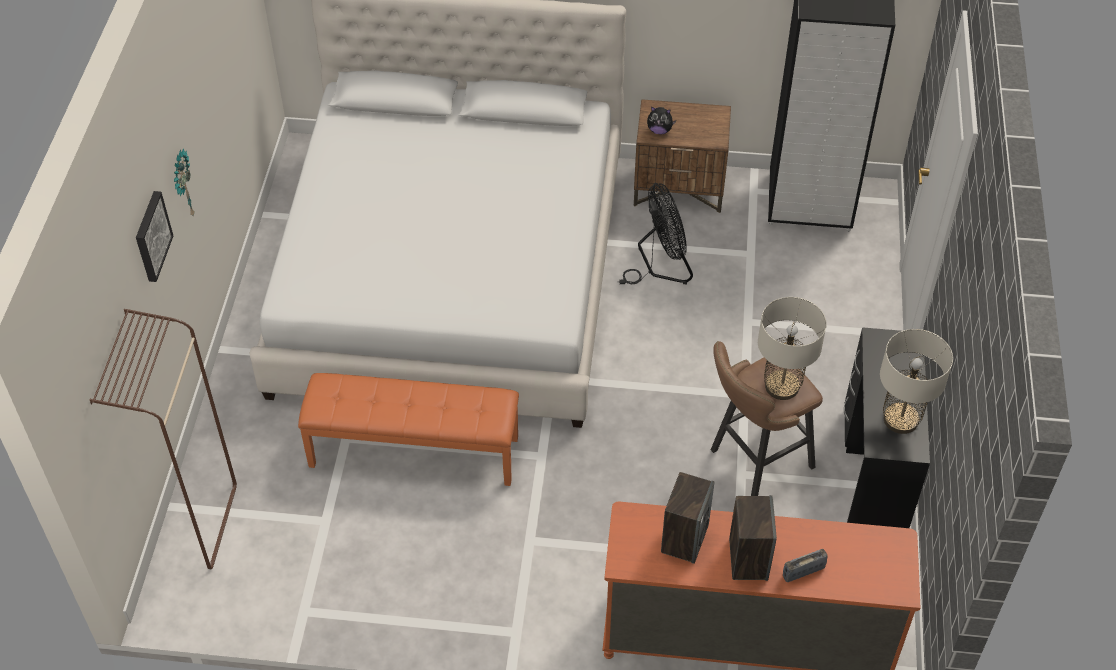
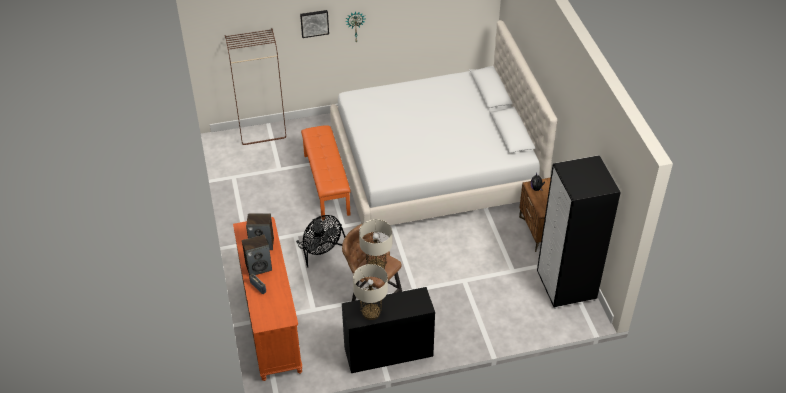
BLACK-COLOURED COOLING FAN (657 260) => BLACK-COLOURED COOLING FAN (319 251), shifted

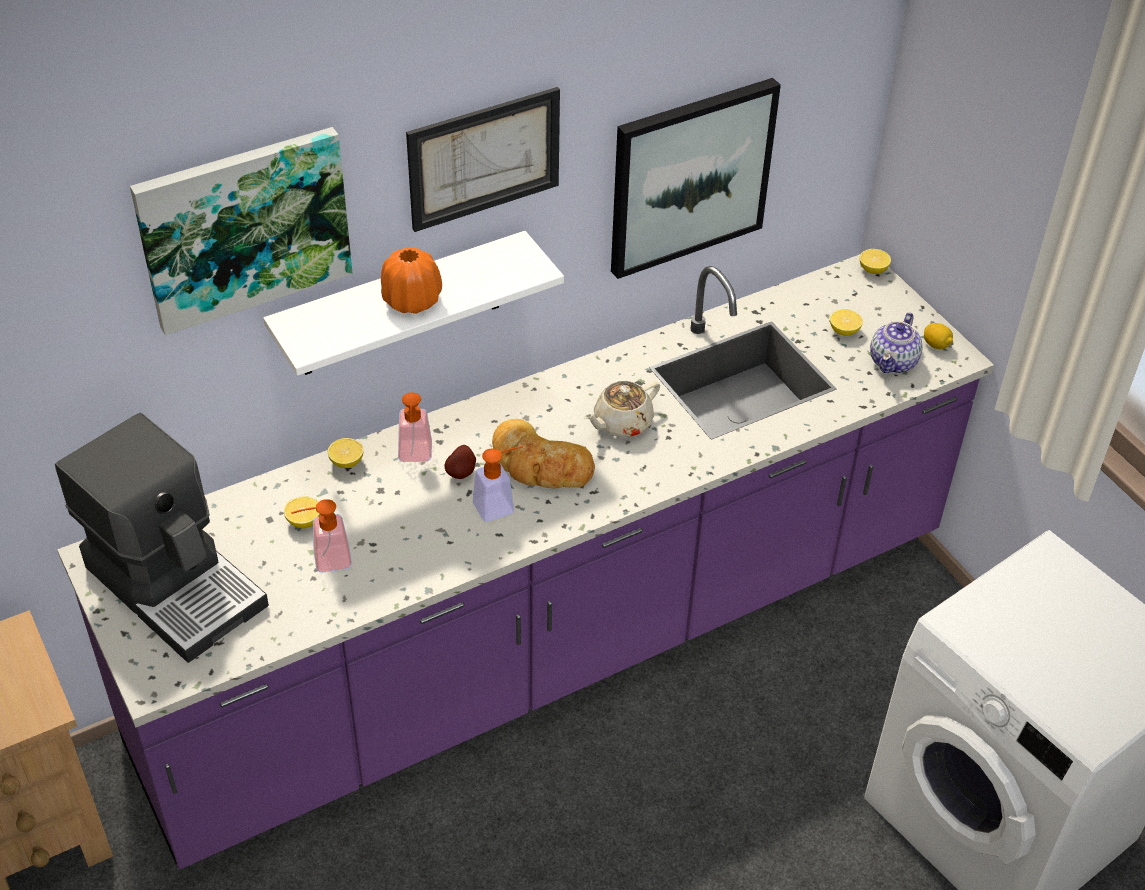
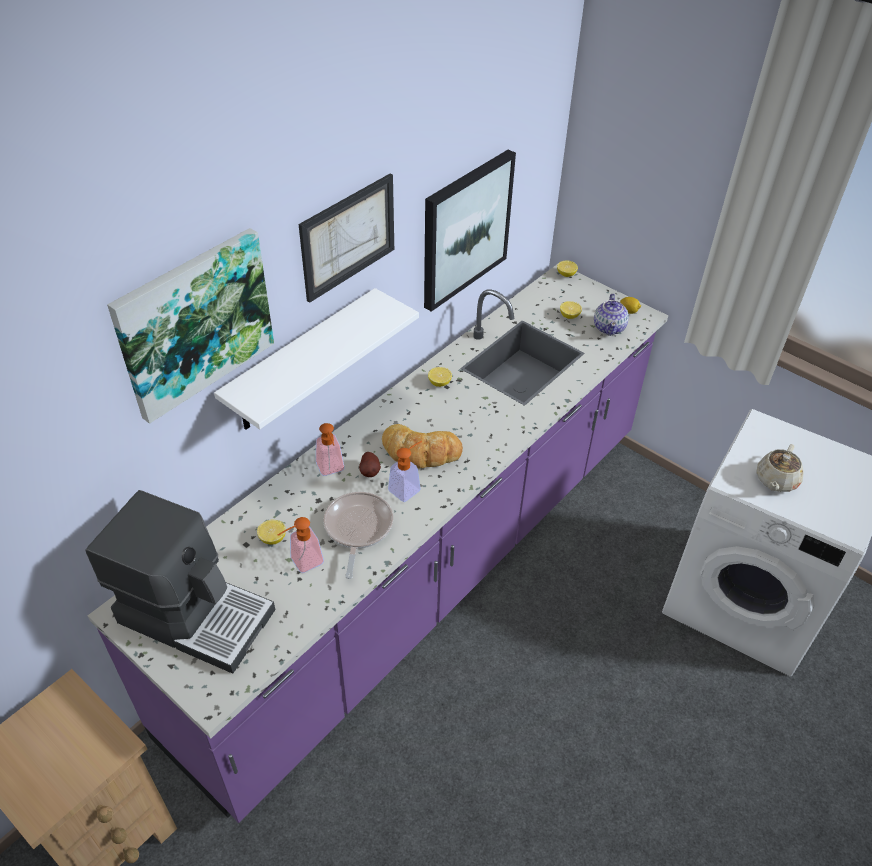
CITRUS FRUIT (346 462) => CITRUS FRUIT (439 383), shifted
ORANGE-COLOURED DECORATIVE VASE (412 301) => nothing
SAND-COLOURED TEAPOT (621 423) => SAND-COLOURED TEAPOT (776 480), shifted
nothing => SKILLET (357 529)

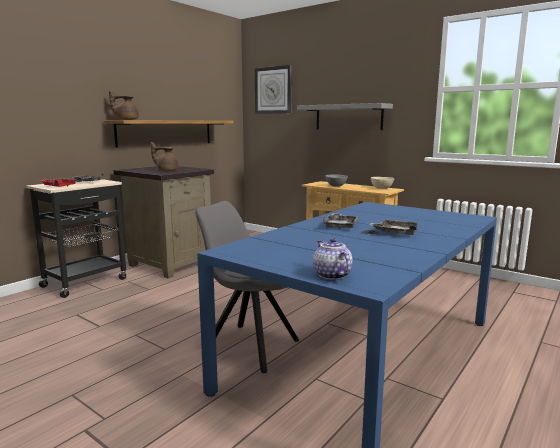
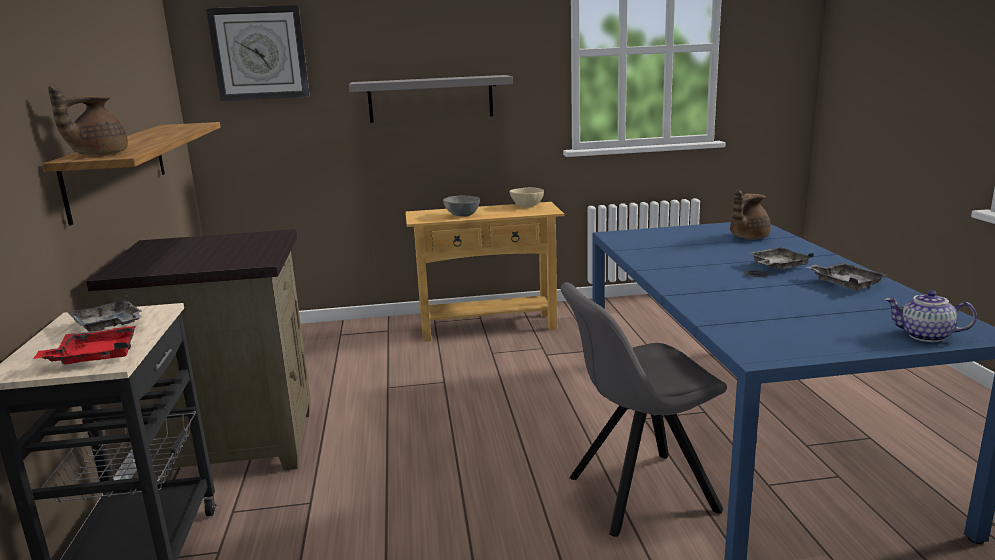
BROWN-COLOURED TEAPOT (166 170) => BROWN-COLOURED TEAPOT (747 237), shifted
GRAY SERVING TRAY (341 226) => GRAY SERVING TRAY (845 284), shifted

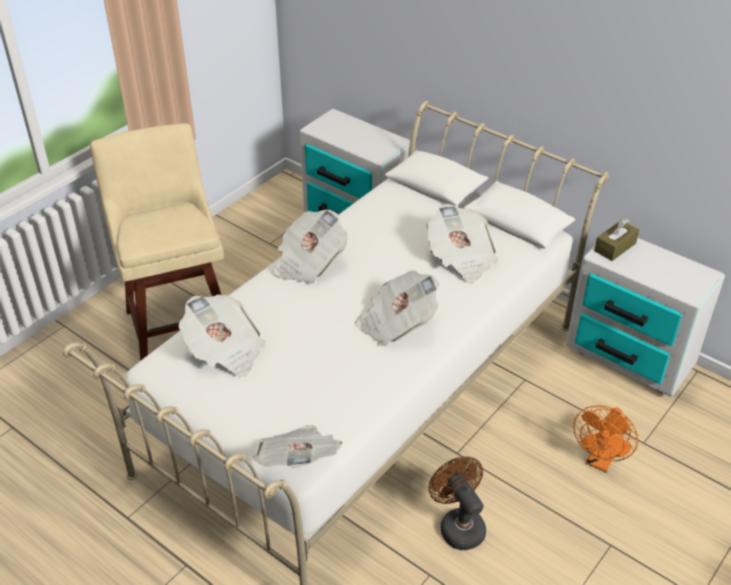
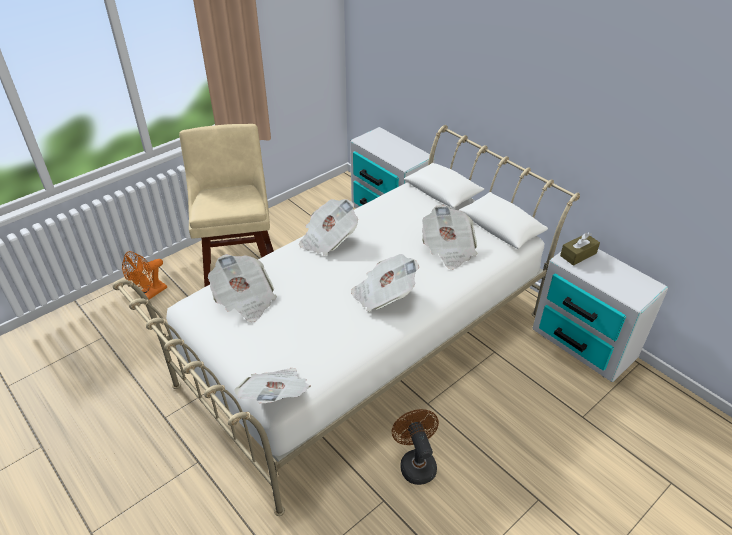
ORANGE-COLOURED COOLING FAN (600 461) => ORANGE-COLOURED COOLING FAN (150 294), shifted

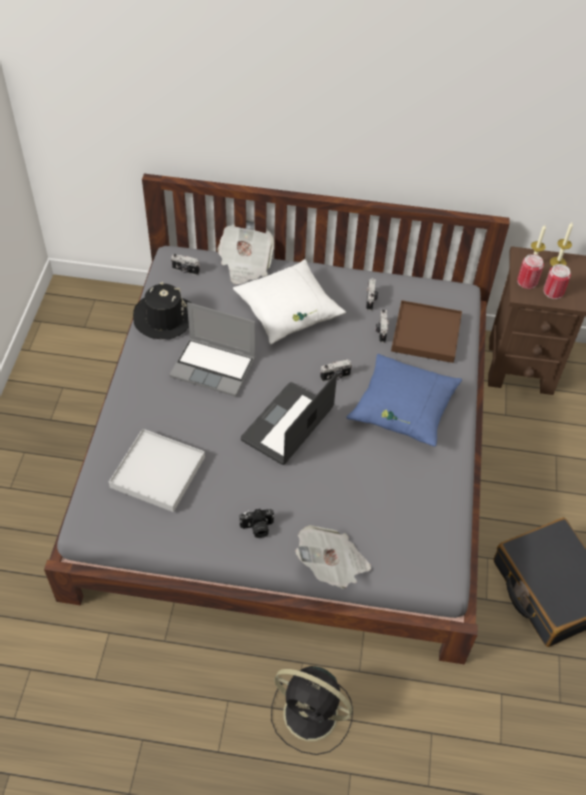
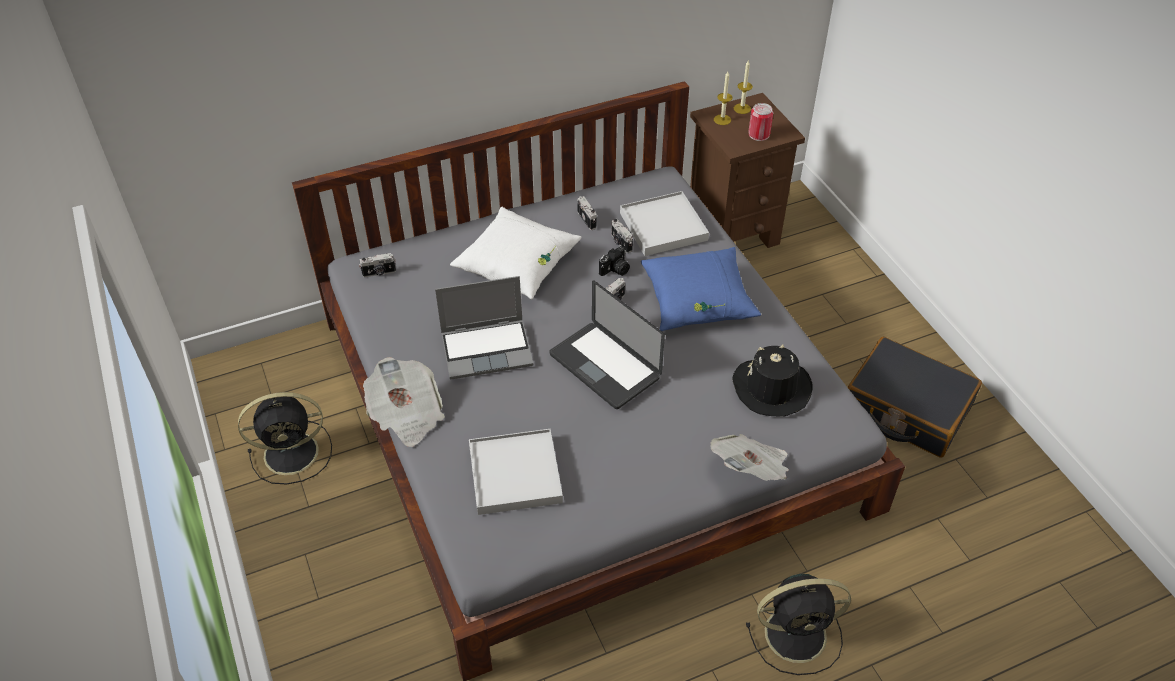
BLACK-COLOURED HAT (164 318) => BLACK-COLOURED HAT (771 388), shifted
NEWSPAPER (245 264) => NEWSPAPER (406 415), shifted
PHOTO CAMERA (257 528) => PHOTO CAMERA (615 270), shifted
NOTEBOOK COMPUTER (287 424) => NOTEBOOK COMPUTER (604 366), 45 degrees counterclockwise
BROWN-COLOURED SERVING TRAY (426 334) => WHITISH SERVING TRAY (663 226)
METAL CAN (527 281) => nothing
nothing => BLACK-COLOURED COOLING FAN (294 452)

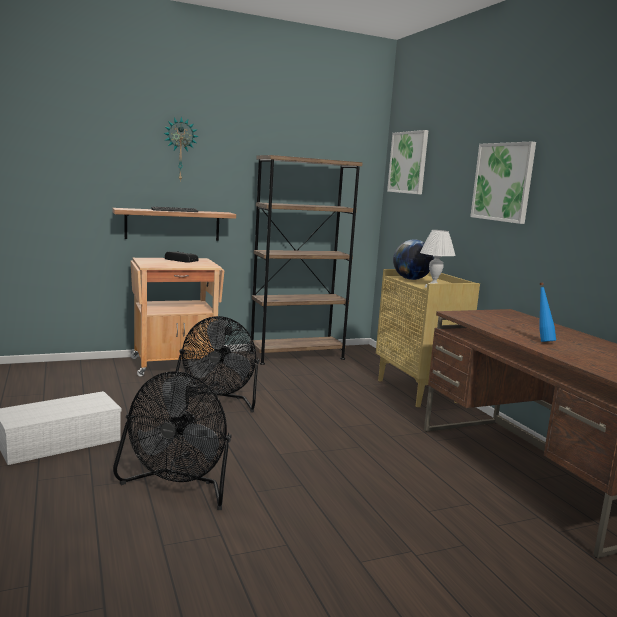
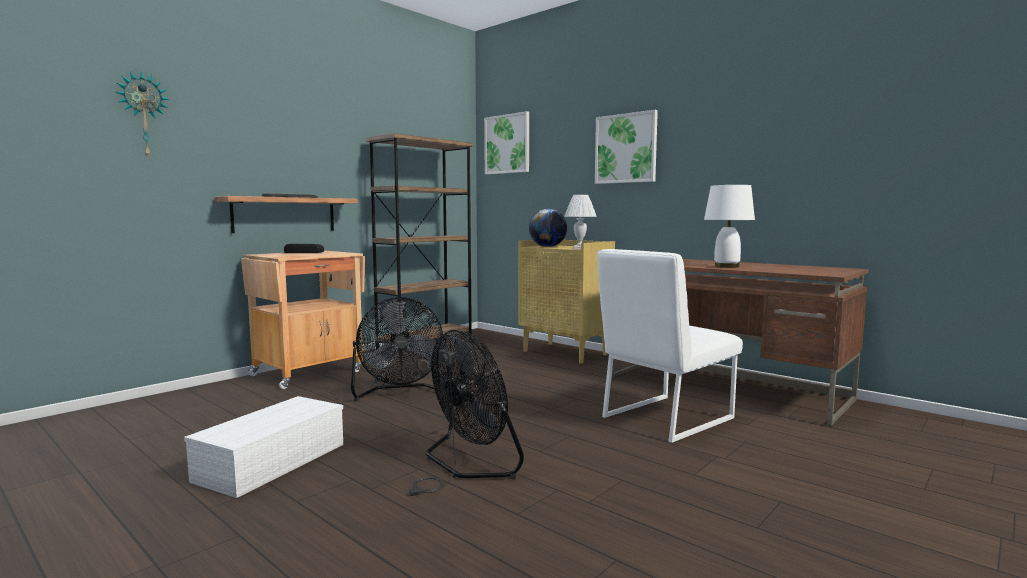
BLACK-COLOURED COOLING FAN (178 484) => BLACK-COLOURED COOLING FAN (459 464), 120 degrees counterclockwise
WALL CLOCK (180 149) => WALL CLOCK (143 115), shifted
BLUISH BOTTLE (542 341) => WHITISH TABLE LAMP (726 266)
nothing => WHITISH UPRIGHT CHAIR (664 418)

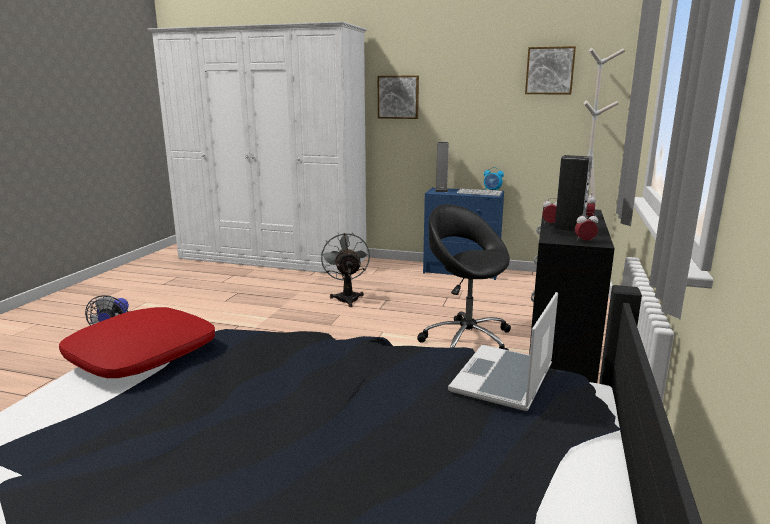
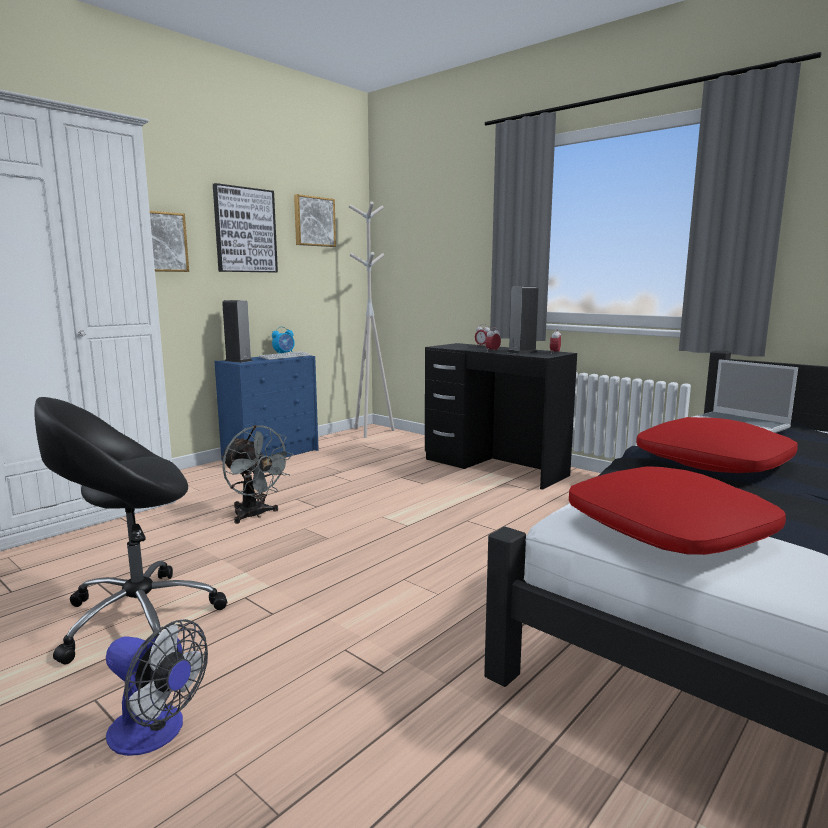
GRAY COOLING FAN (347 297) => GRAY COOLING FAN (255 515), 150 degrees counterclockwise
BLACK-COLOURED DESK CHAIR (465 341) => BLACK-COLOURED DESK CHAIR (136 619), shifted
nothing => WALL PICTURE (245 230)
nothing => REDDISH PILLOW (713 462)

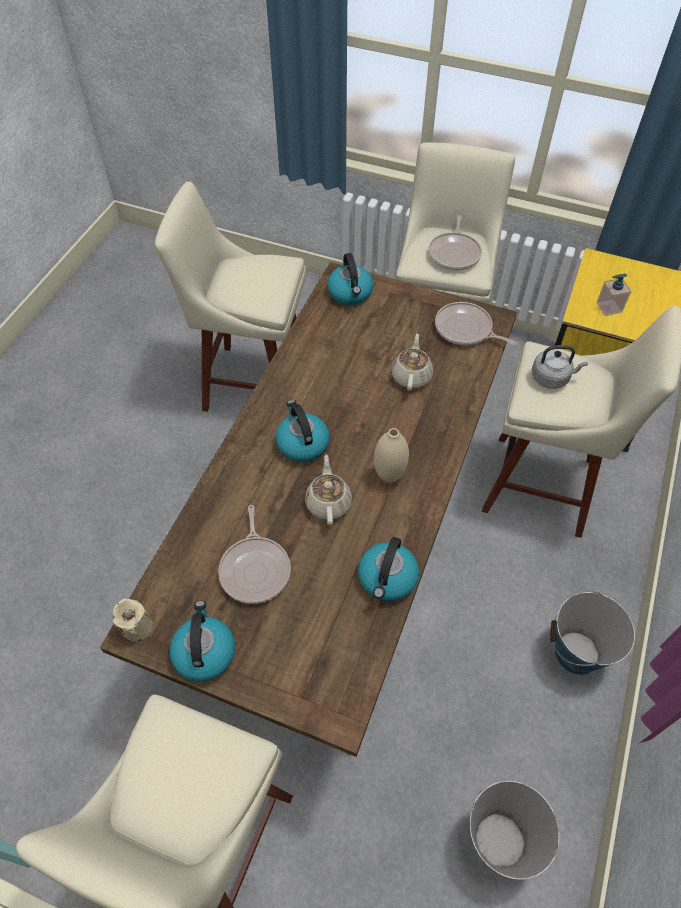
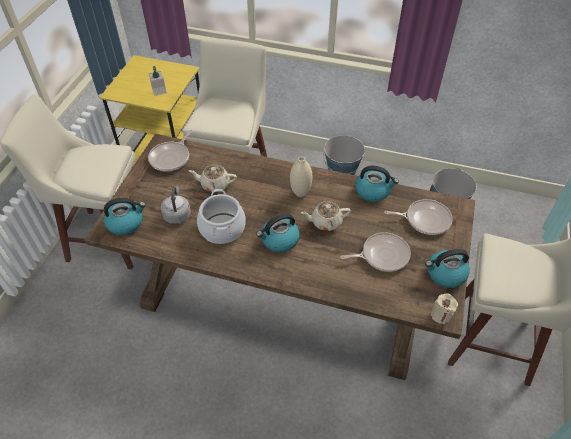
SAND-COLOURED SITTING STOOL (253 383) => nothing
SKILLET (454 253) => SKILLET (425 219), shifted
GRAY KETTLE (552 378) => GRAY KETTLE (177 214), shifted
nothing => SAUCEPOT (222 228)

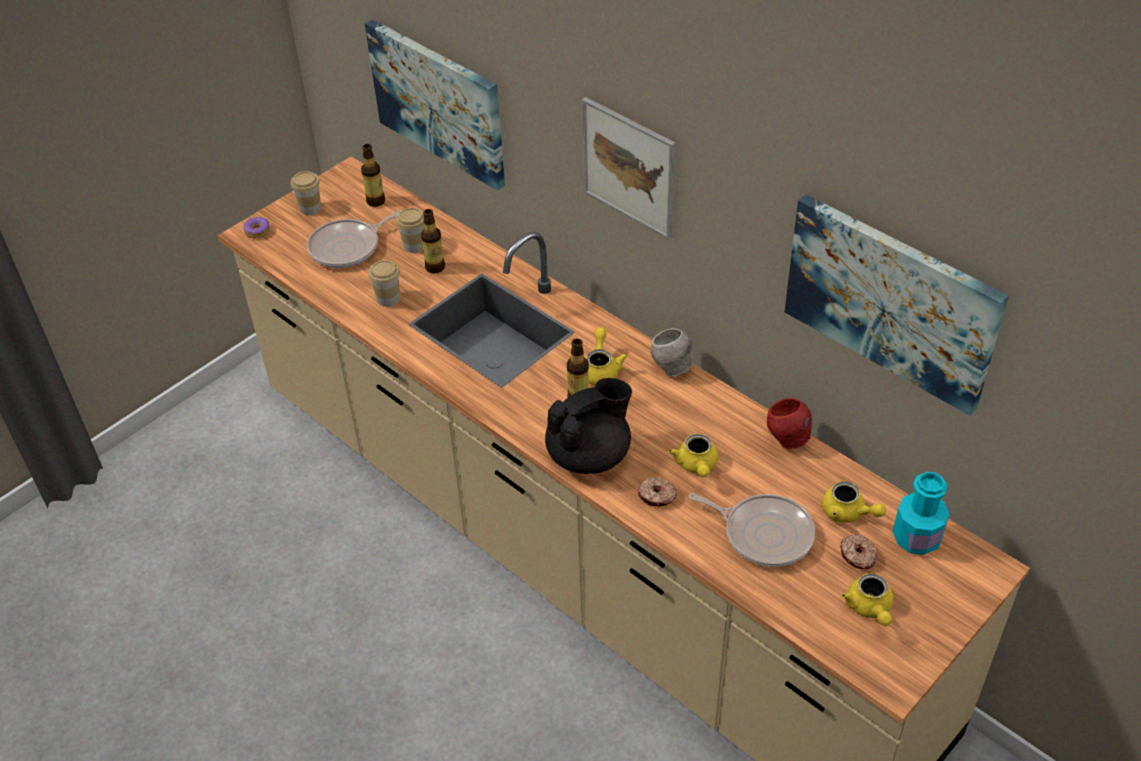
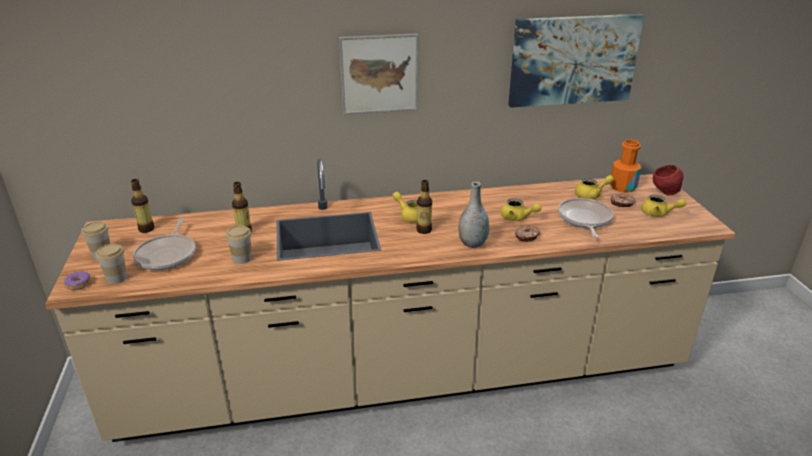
WALL PICTURE (438 102) => nothing
SMALL CUP (414 245) => SMALL CUP (117 278), shifted
BLACK-COLOURED TEAPOT (590 455) => GRAY DECORATIVE VASE (472 243)
GRAY DEEP DISH (671 368) => nothing
SKILLET (764 533) => SKILLET (584 219), 60 degrees counterclockwise
REDDISH DEEP DISH (787 439) => REDDISH DEEP DISH (665 193), shifted
TURQUOISE-COLOURED BOTTLE (916 538) => ORANGE-COLOURED BOTTLE (622 187)

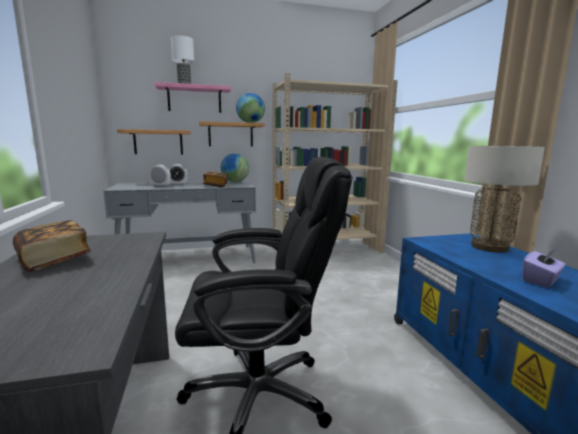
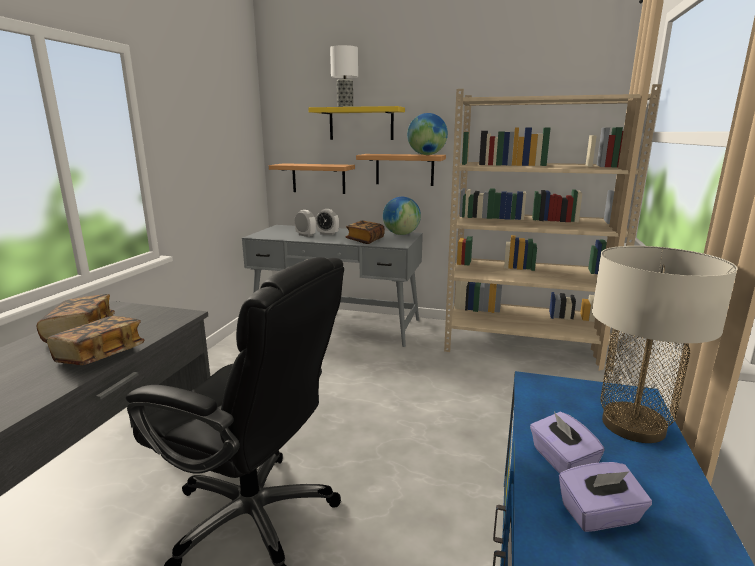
PINKISH BRACKET SHELF (194 99) => YELLOWISH BRACKET SHELF (361 124)
nothing => VOLUME (100 356)
nothing => PURPLISH TISSUE BOX (561 460)

